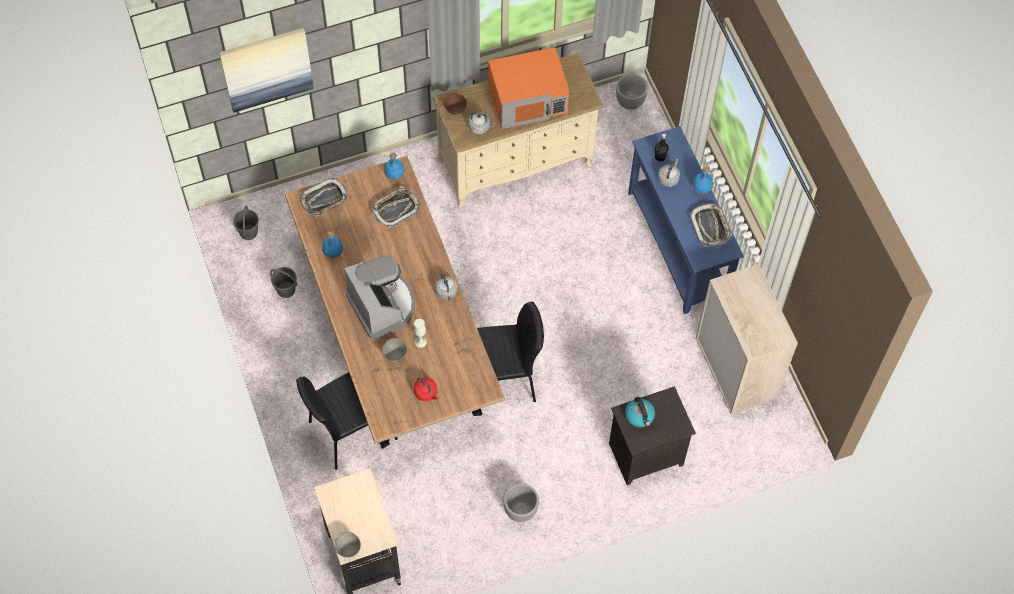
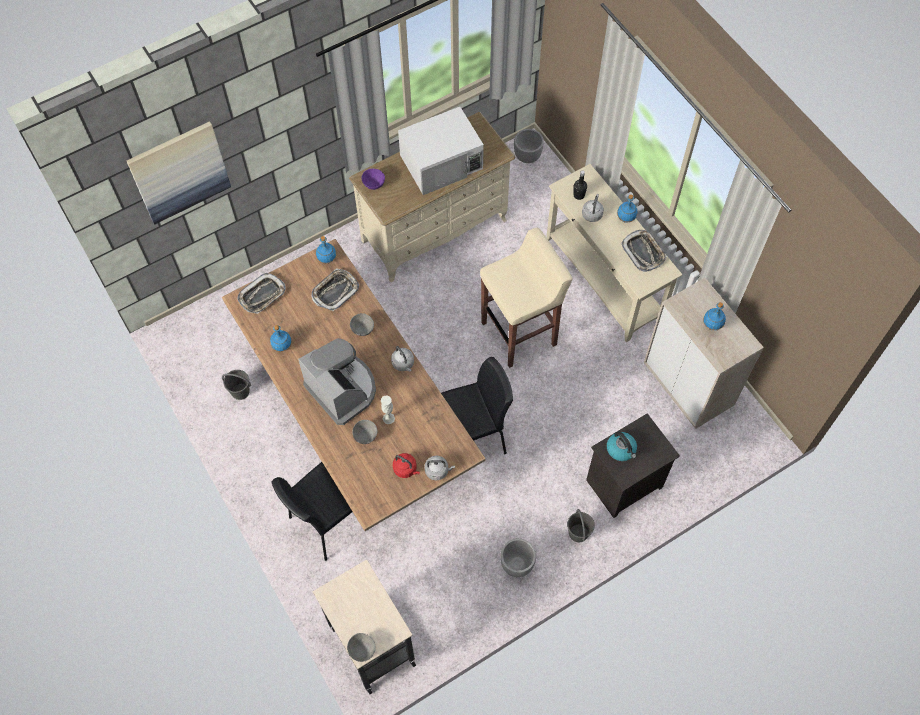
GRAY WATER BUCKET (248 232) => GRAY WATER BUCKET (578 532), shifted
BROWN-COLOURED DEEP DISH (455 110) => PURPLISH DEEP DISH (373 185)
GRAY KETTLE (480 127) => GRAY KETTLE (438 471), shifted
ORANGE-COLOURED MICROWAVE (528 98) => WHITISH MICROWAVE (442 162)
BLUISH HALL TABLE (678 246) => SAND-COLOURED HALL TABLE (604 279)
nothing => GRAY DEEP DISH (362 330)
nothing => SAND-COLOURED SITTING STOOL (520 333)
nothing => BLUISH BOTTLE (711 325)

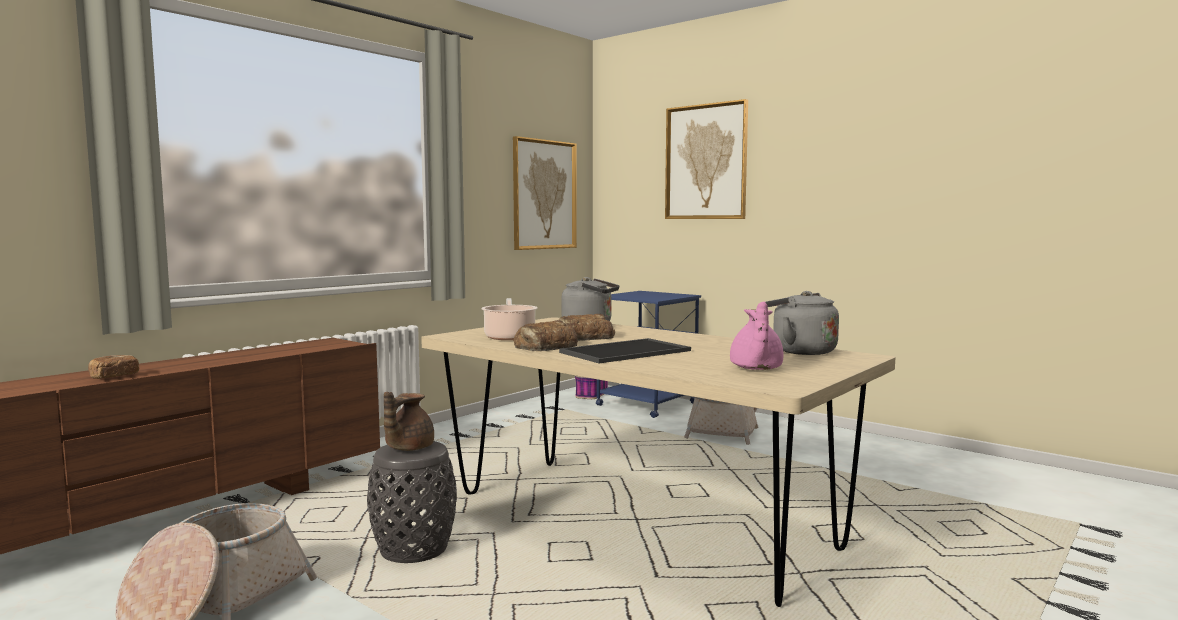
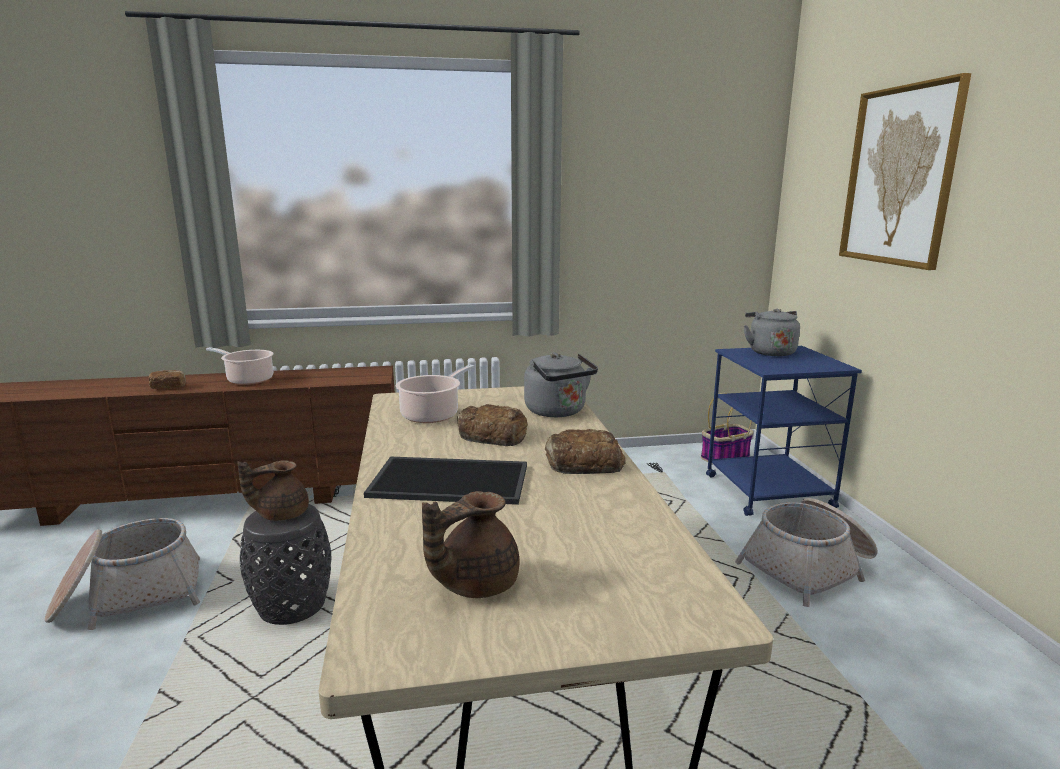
WALL PICTURE (544 195) => nothing
BAKERY BREAD (544 346) => BAKERY BREAD (582 462), shifted
PINKISH TEAPOT (755 369) => BROWN-COLOURED TEAPOT (474 583)
GRAY KETTLE (799 351) => GRAY KETTLE (769 352), shifted
nothing => SAUCEPOT (248 379)

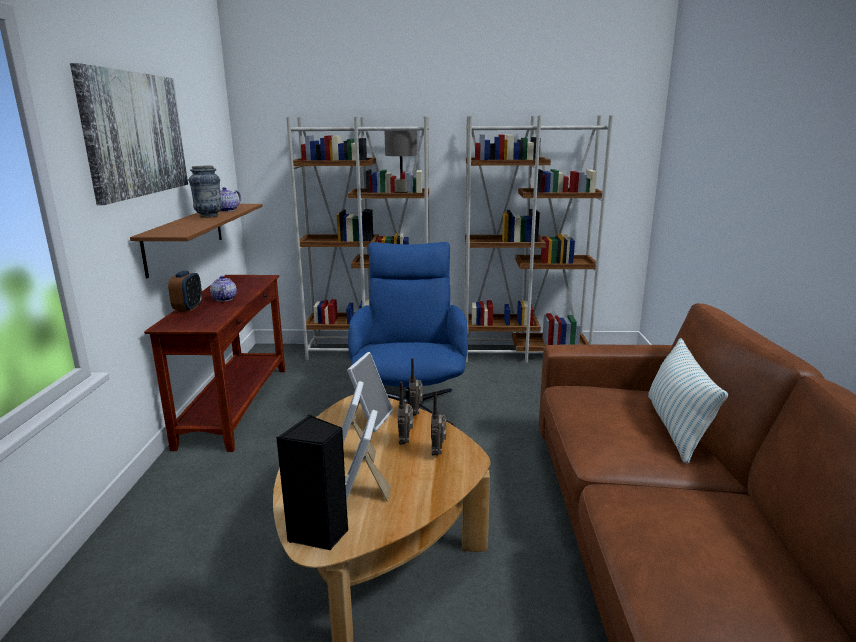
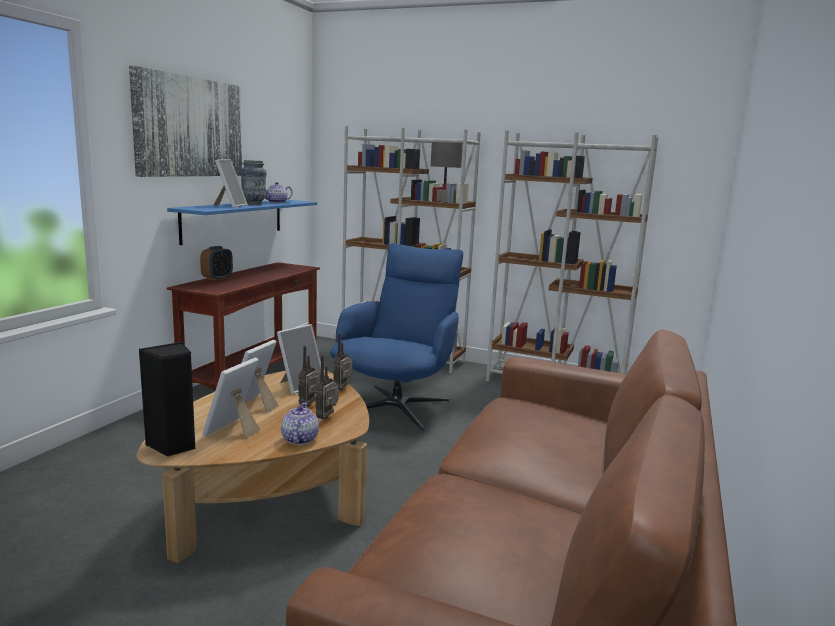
BROWN-COLOURED BRACKET SHELF (185 237) => BLUISH BRACKET SHELF (234 220)
TEAPOT (224 299) => TEAPOT (299 439), shifted
PILLOW (676 427) => nothing
nothing => PICTURE FRAME (230 206)

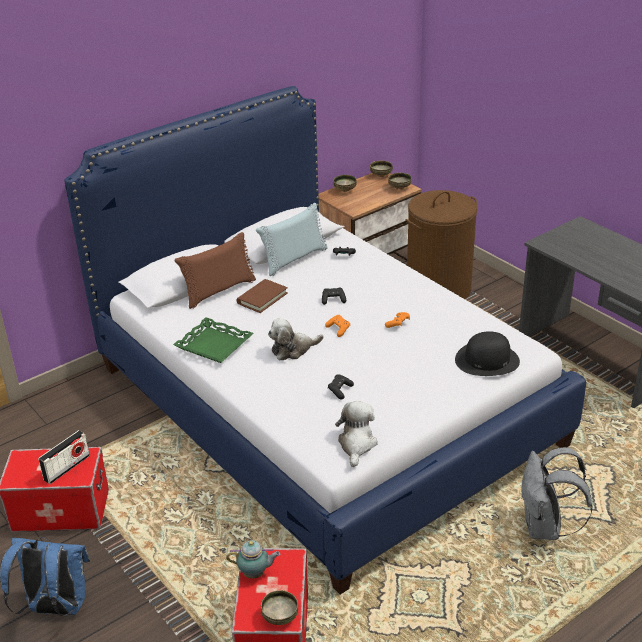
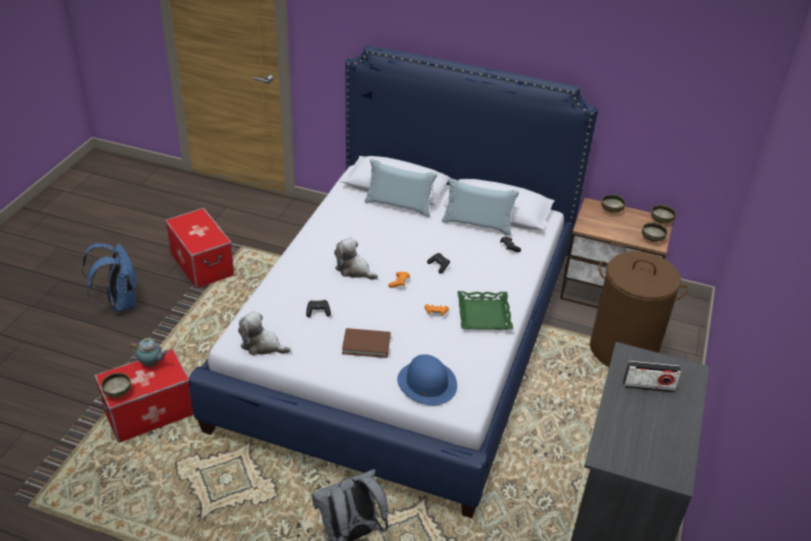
RADIO SET (67 467) => RADIO SET (648 386), shifted
GREENISH SERVING TRAY (213 345) => GREENISH SERVING TRAY (483 314), shifted
BROWN-COLOURED PILLOW (219 291) => BLUISH PILLOW (399 206)
TEAPOT (255 573) => TEAPOT (152 364), 45 degrees counterclockwise
BROWN-COLOURED VOLUME (262 298) => BROWN-COLOURED VOLUME (366 345), shifted
SOFT TOY (356 444) => SOFT TOY (262 345), 135 degrees counterclockwise
BLACK-COLOURED HAT (487 360) => BLUISH HAT (426 383)

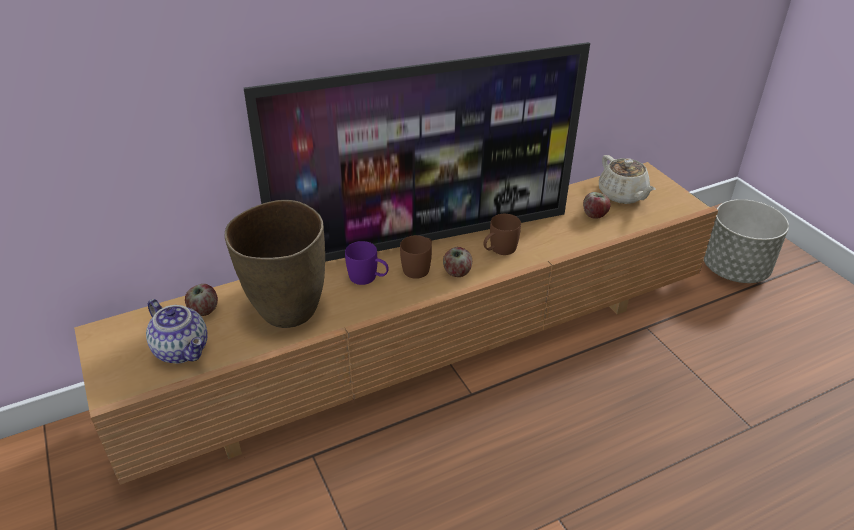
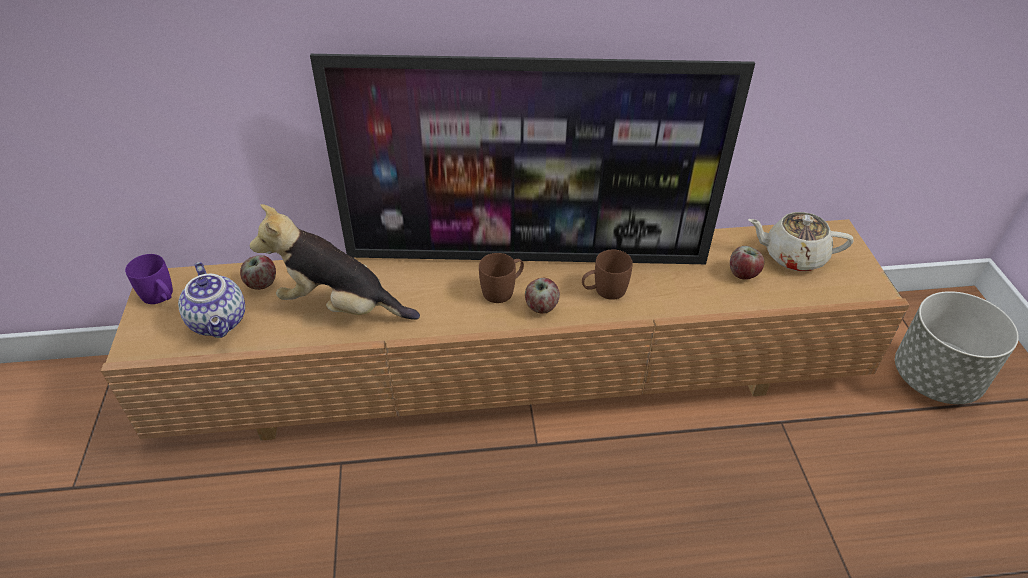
BROWN-COLOURED DECORATIVE VASE (288 312) => SOFT TOY (341 307)
PURPLISH MUG (368 278) => PURPLISH MUG (161 297), shifted
SAND-COLOURED TEAPOT (623 195) => SAND-COLOURED TEAPOT (793 256), 105 degrees clockwise

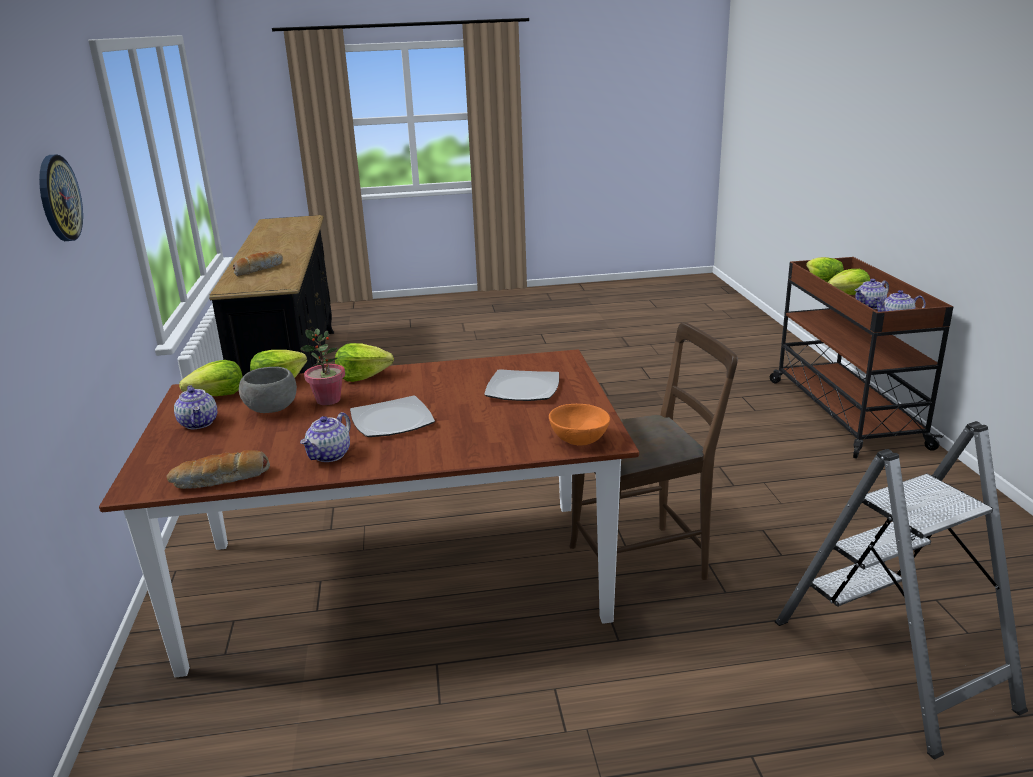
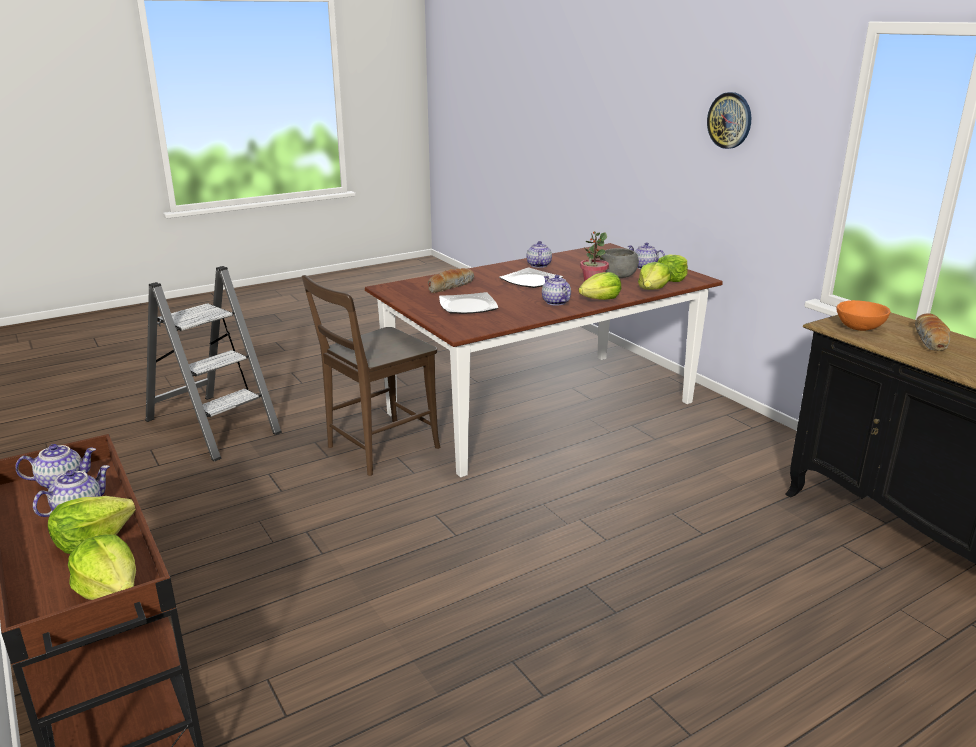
BAKERY BREAD (221 480) => BAKERY BREAD (450 286), shifted
ORANGE-COLOURED DEEP DISH (579 440) => ORANGE-COLOURED DEEP DISH (859 329), shifted
nothing => TEAPOT (555 302)

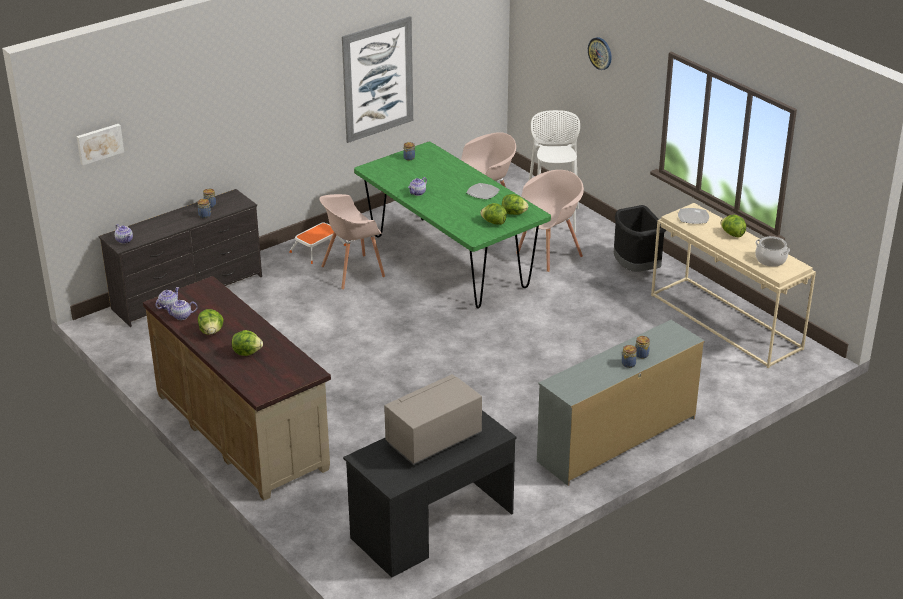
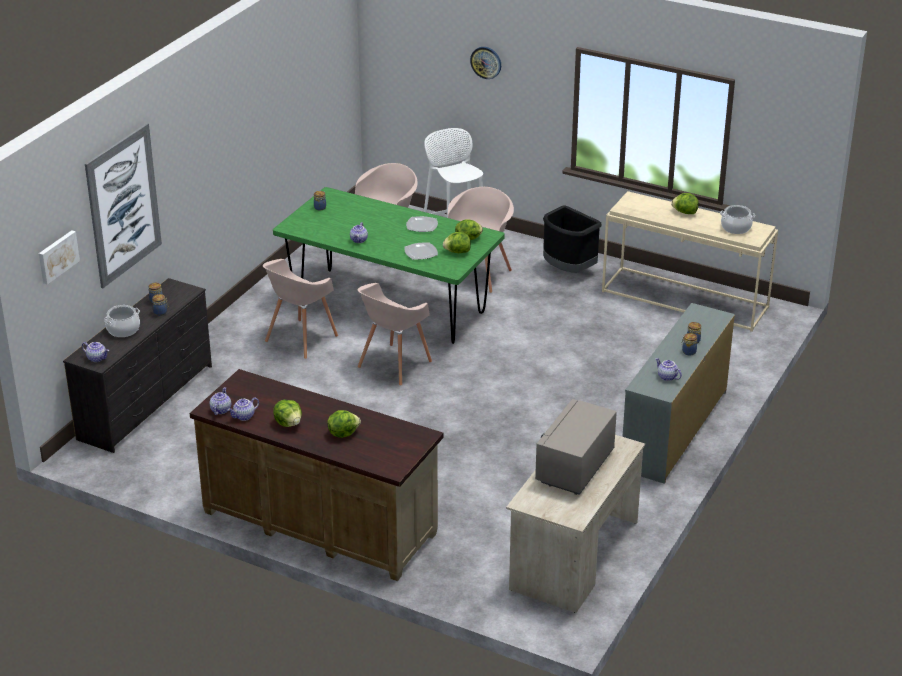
ORANGE-COLOURED STEP STOOL (317 248) => nothing
WALL PICTURE (378 79) => WALL PICTURE (123 205), shifted
BLACK-COLOURED DESK UNIT (432 526) => SAND-COLOURED DESK UNIT (574 556)
PLATE (693 217) => PLATE (421 252), shifted
nothing => SAUCEPOT (123 329)
nothing => SAND-COLOURED UPRIGHT CHAIR (394 365)
nothing => TEAPOT (666 377)

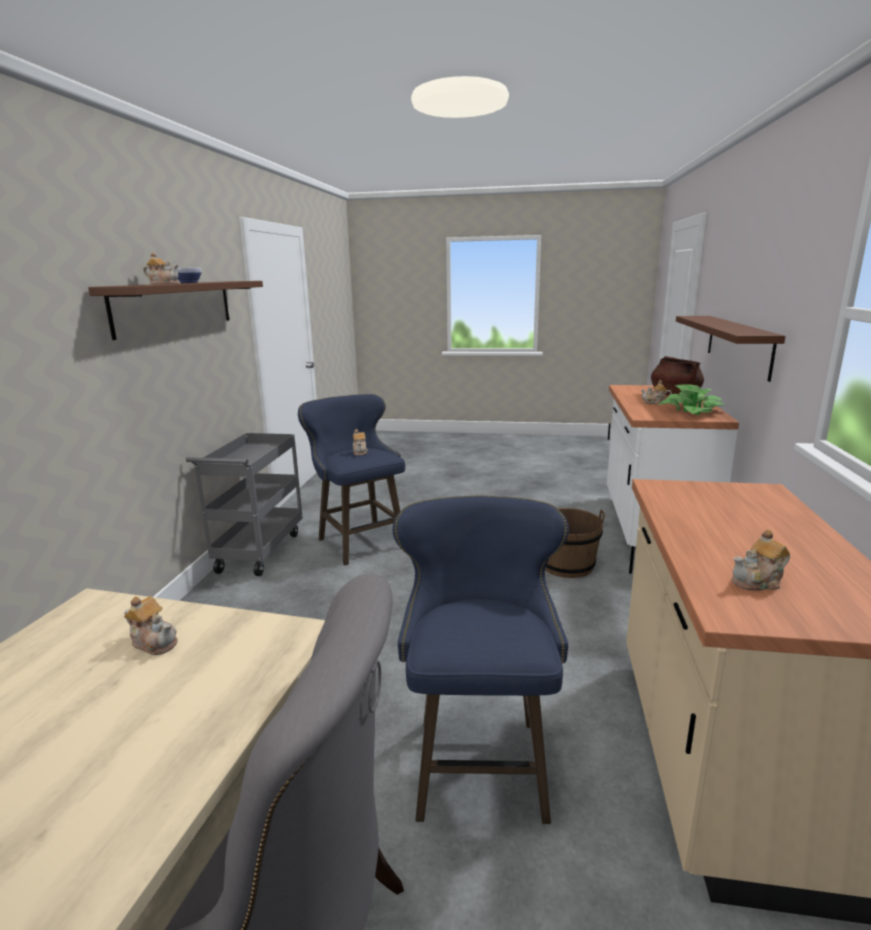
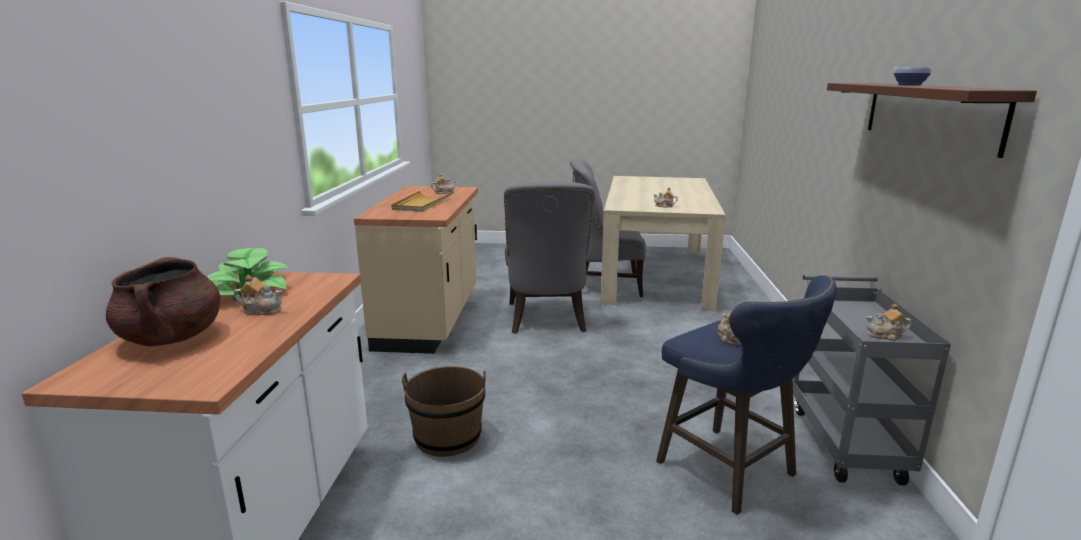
TEAPOT (164 284) => TEAPOT (885 336), shifted
BLUISH SITTING STOOL (480 760) => GRAY UPRIGHT CHAIR (547 317)
BROWN-COLOURED BRACKET SHELF (738 344) => nothing
nothing => SAND-COLOURED SERVING TRAY (421 204)

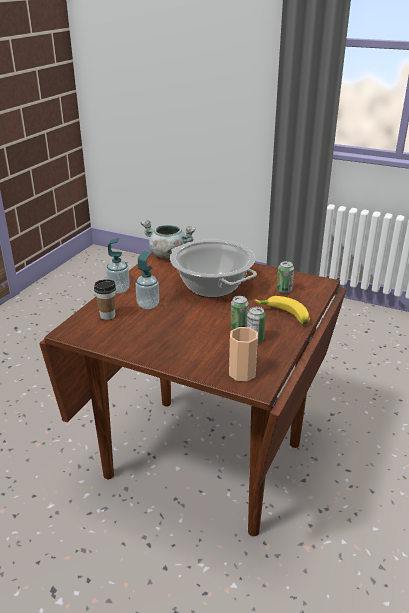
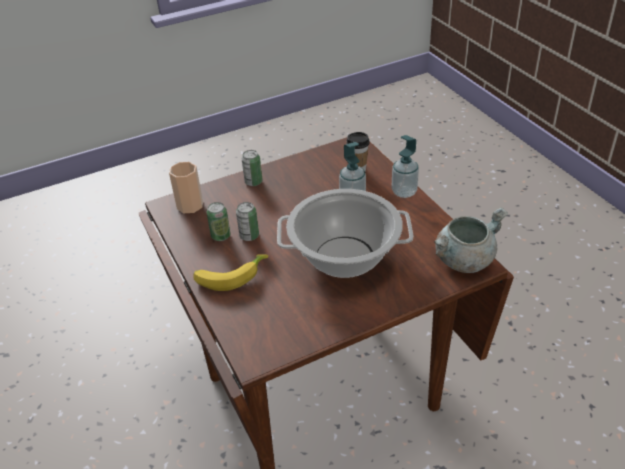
METAL CAN (284 290) => METAL CAN (253 182), shifted

